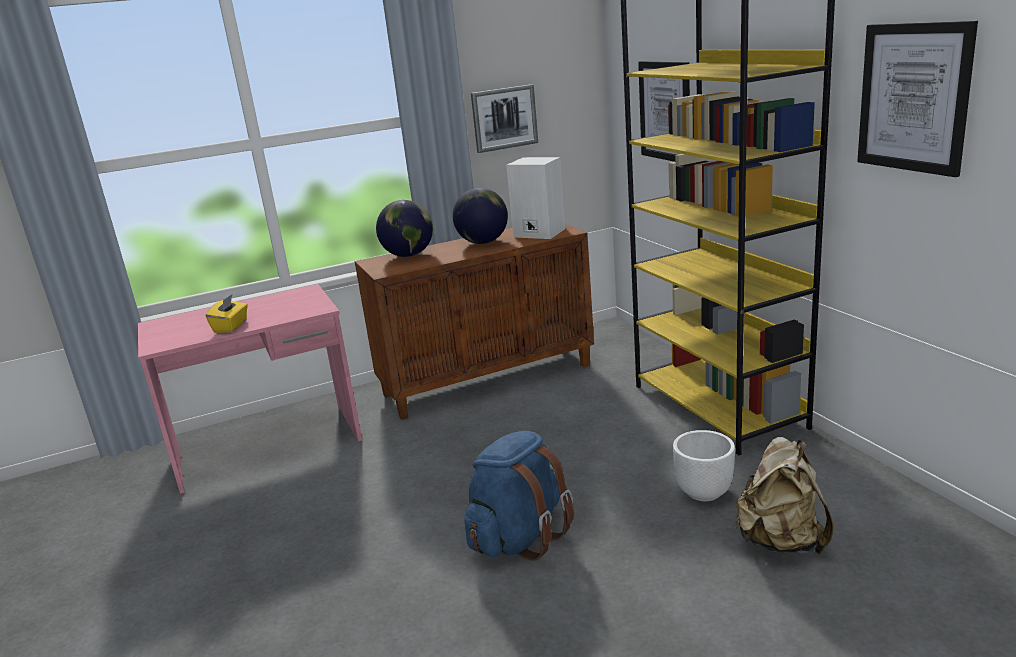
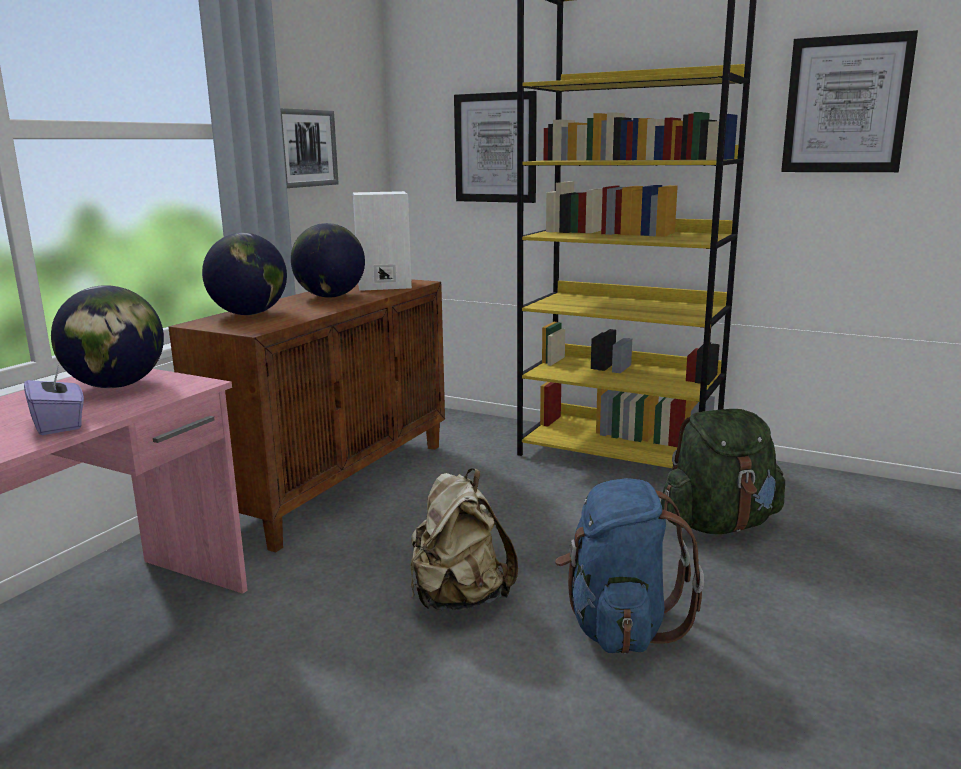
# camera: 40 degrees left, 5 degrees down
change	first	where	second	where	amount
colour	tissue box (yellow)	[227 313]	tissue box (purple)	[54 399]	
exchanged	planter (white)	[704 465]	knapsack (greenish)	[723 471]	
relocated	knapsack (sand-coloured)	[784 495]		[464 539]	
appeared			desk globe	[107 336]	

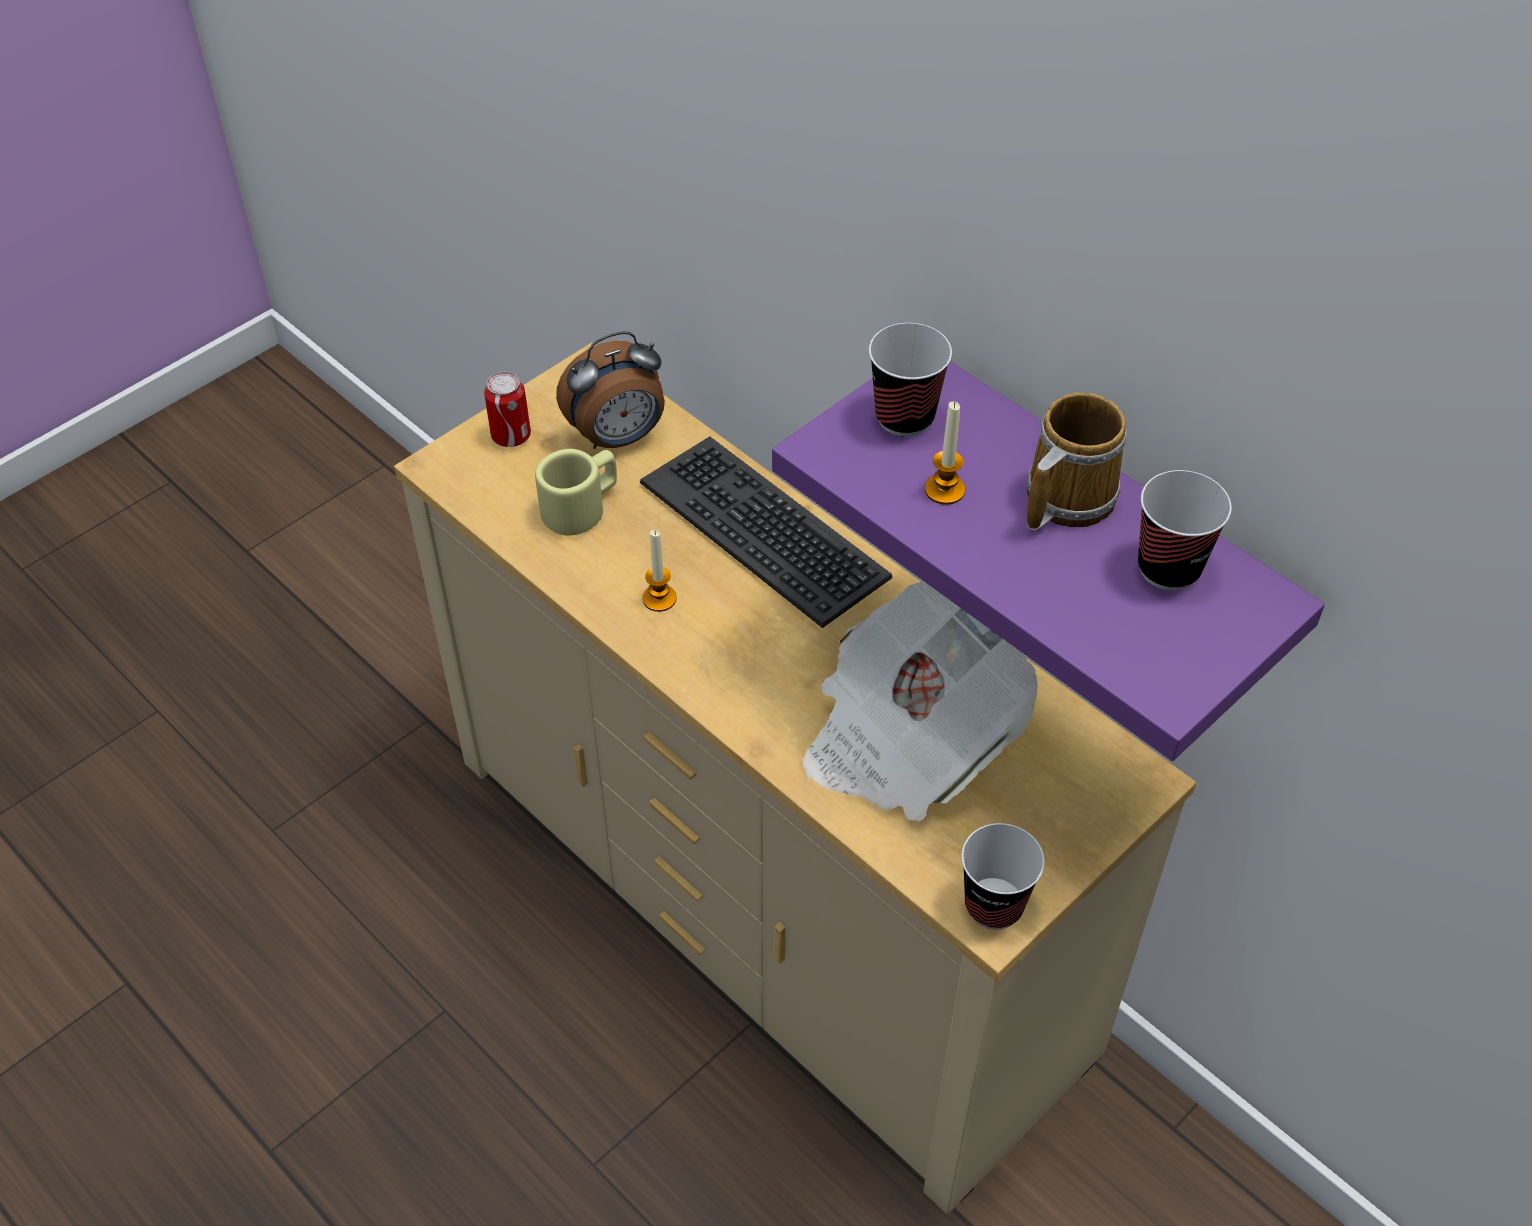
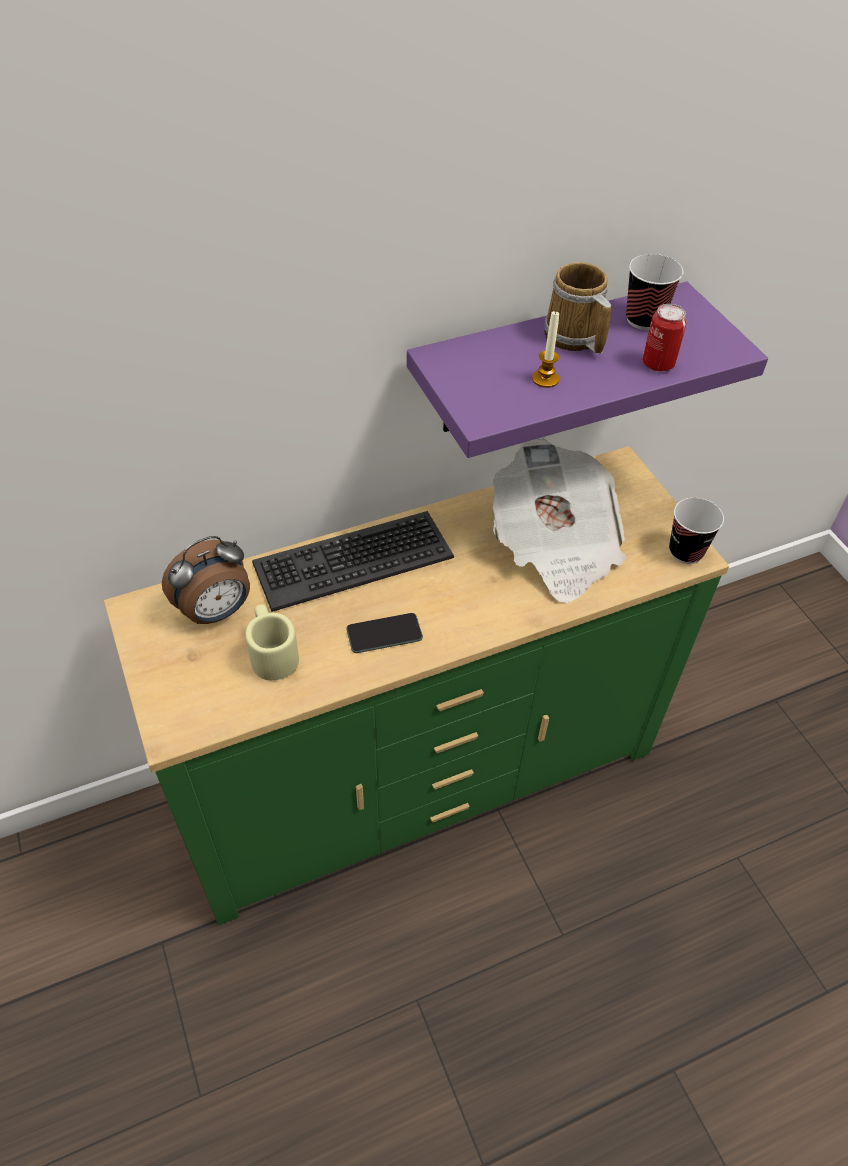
# camera: 70 degrees left, 0 degrees up
change	first	where	second	where	amount
missing	drinking cup	[910 380]			
spun	table clock	[610 390]		[206 580]	60 degrees clockwise
colour	drawer chest (sand-coloured)	[795 778]	drawer chest (greenish)	[416 685]	
relocated	sealed can	[507 409]		[664 338]	
exchanged	candle	[659 571]	phone	[384 633]	

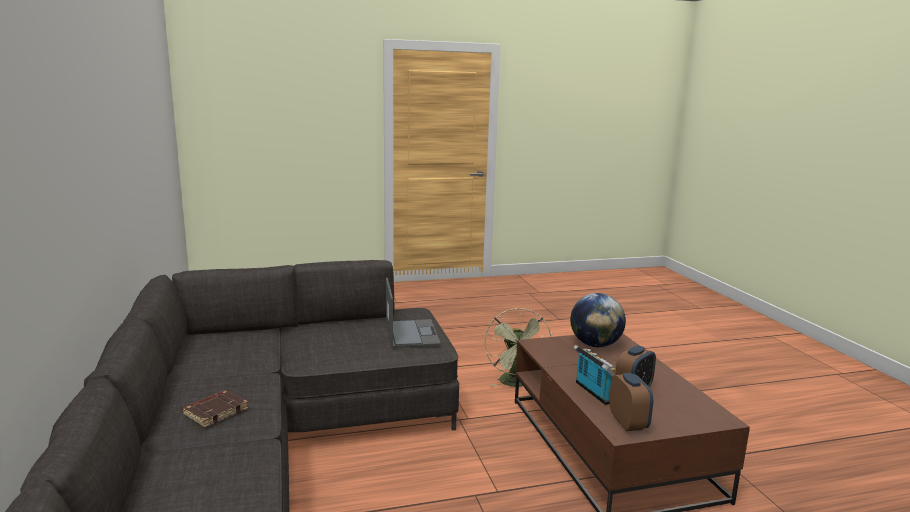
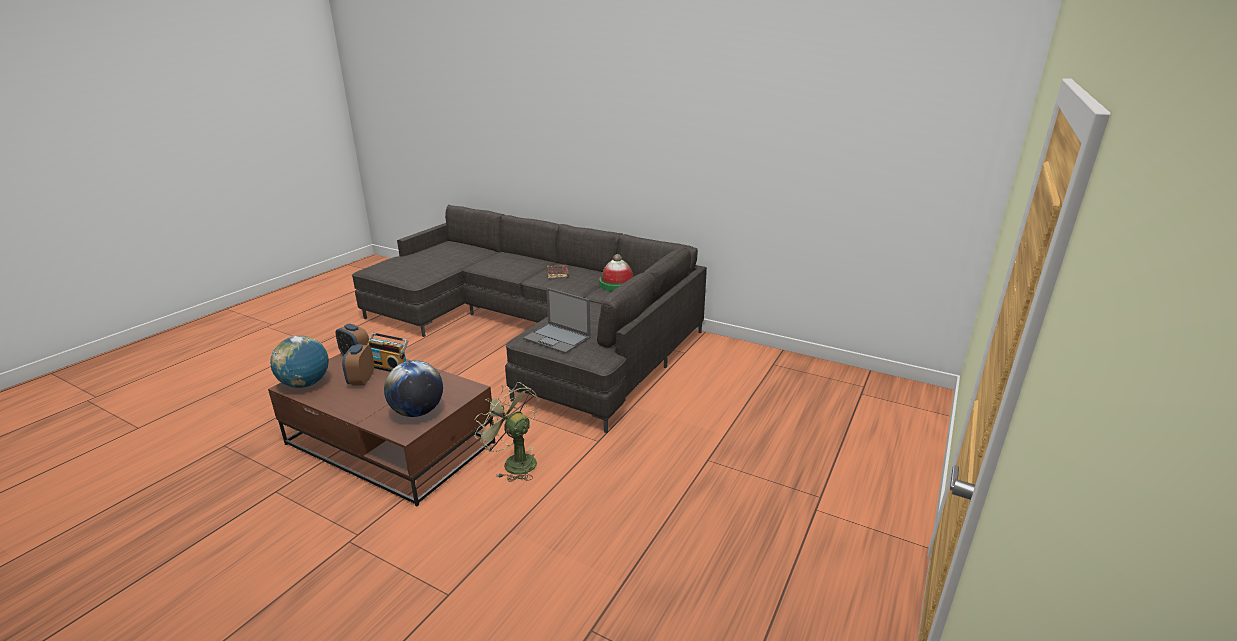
# camera: 135 degrees right, 10 degrees up
change	first	where	second	where	amount
appeared			hat	[617 272]	
appeared			desk globe	[299 362]	

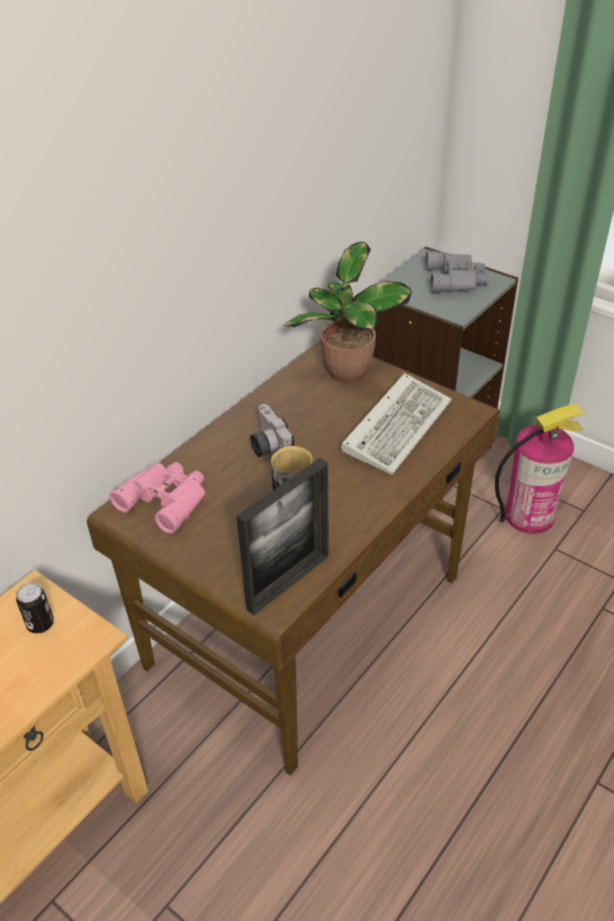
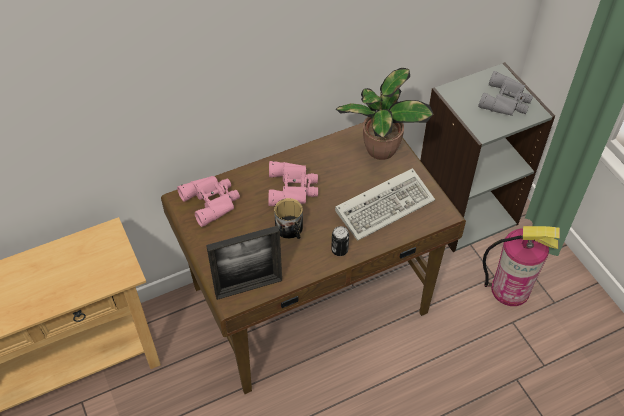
# camera: 25 degrees right, 10 degrees up
change	first	where	second	where	amount
exchanged	still camera	[272 430]	binoculars (pink-coloured)	[293 183]	
relocated	sealed can	[35 608]		[340 241]	

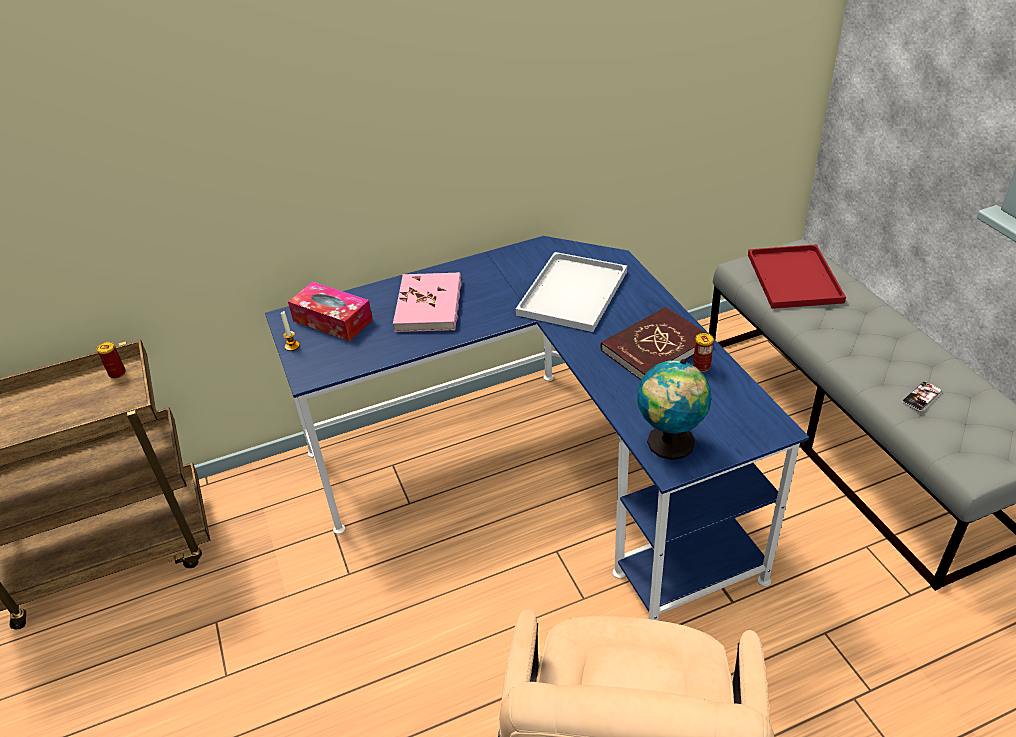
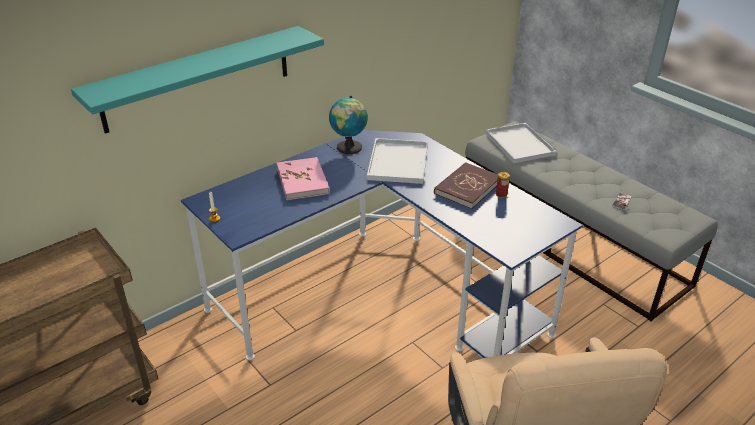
# camera: 20 degrees left, 5 degrees down
change	first	where	second	where	amount
colour	tray (reddish)	[797 276]	tray (white)	[520 143]	
missing	tissue box	[330 311]			
missing	sealed can	[111 360]			
relocated	desk globe	[674 409]		[348 125]	
appeared			bracket shelf (blue-green)	[197 80]	

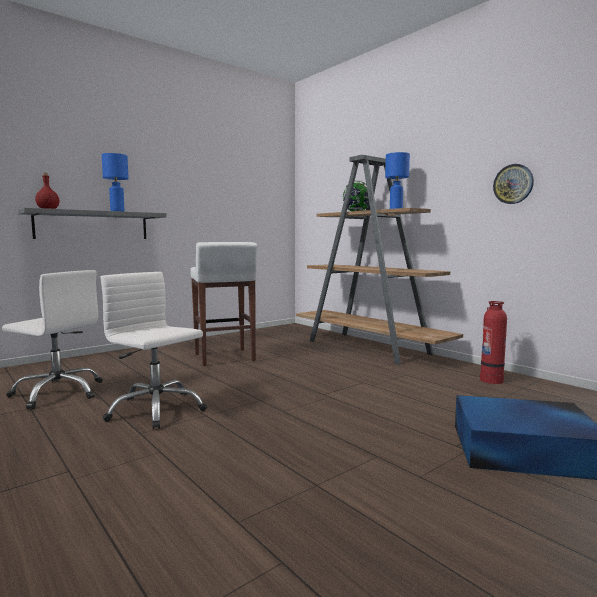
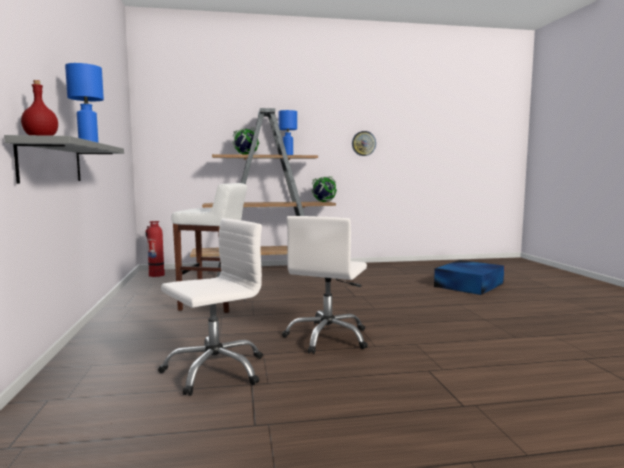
# camera: 60 degrees left, 0 degrees up
change	first	where	second	where	amount
spun	desk chair (white)	[153 351]		[325 285]	45 degrees counterclockwise
relocated	fire-fighting cylinder	[493 342]		[155 249]	
appeared			desk globe	[324 189]	

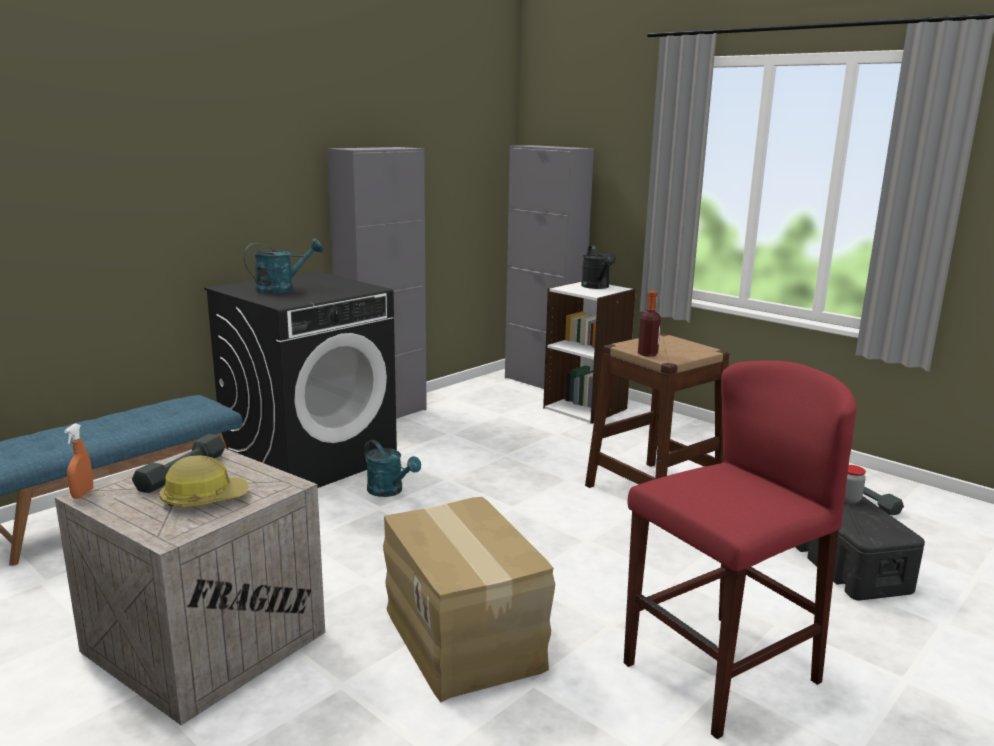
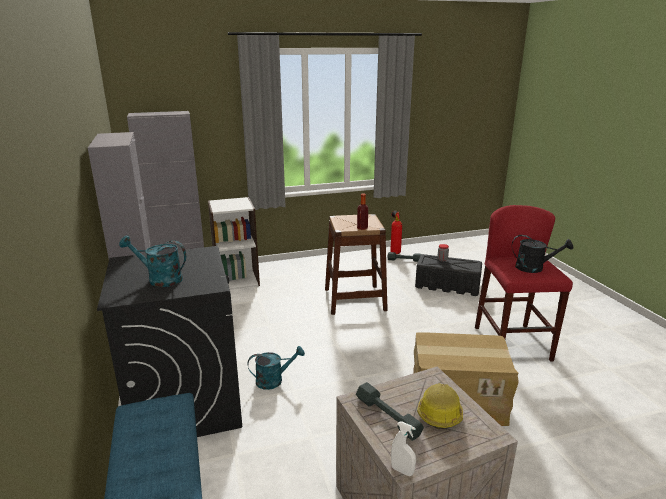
# camera: 60 degrees left, 5 degrees up
change	first	where	second	where	amount
spun	sprinkling can (blue-green)	[283 266]		[152 261]	75 degrees counterclockwise
relocated	sprinkling can (black)	[598 267]		[542 254]	
colour	spray bottle (orange)	[78 461]	spray bottle (white)	[403 448]	
appeared			fire-fighting cylinder	[396 232]	

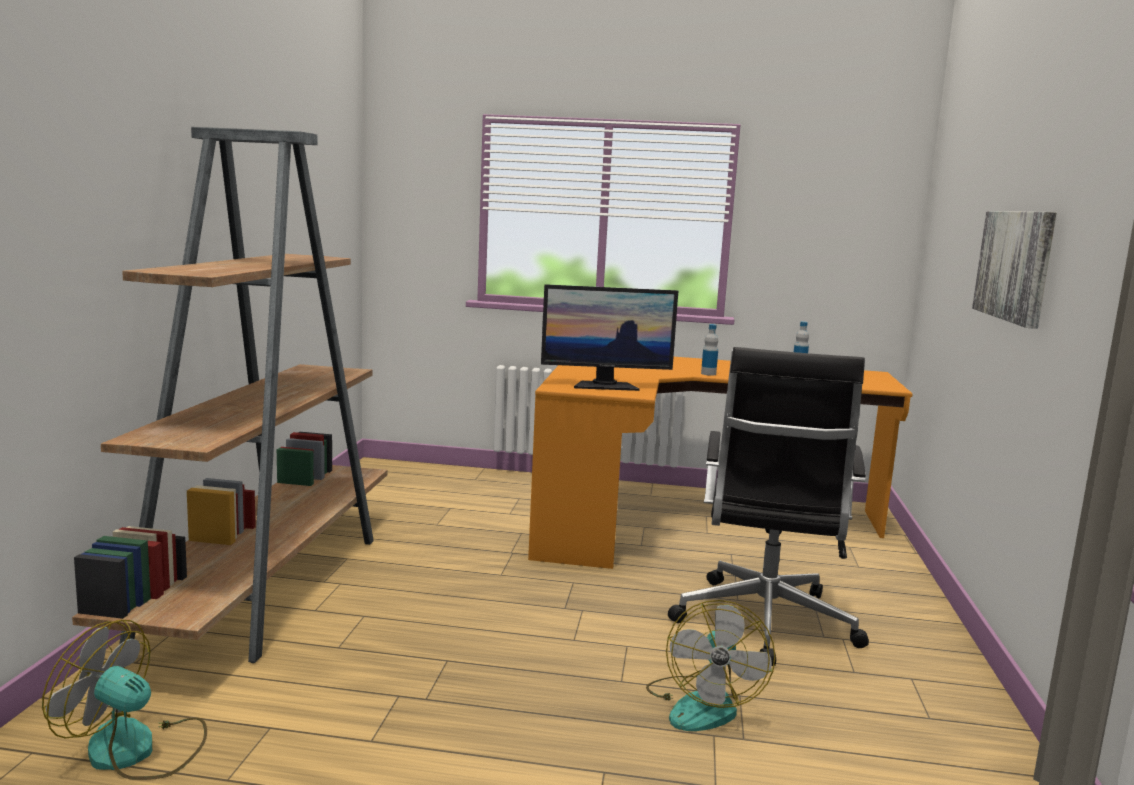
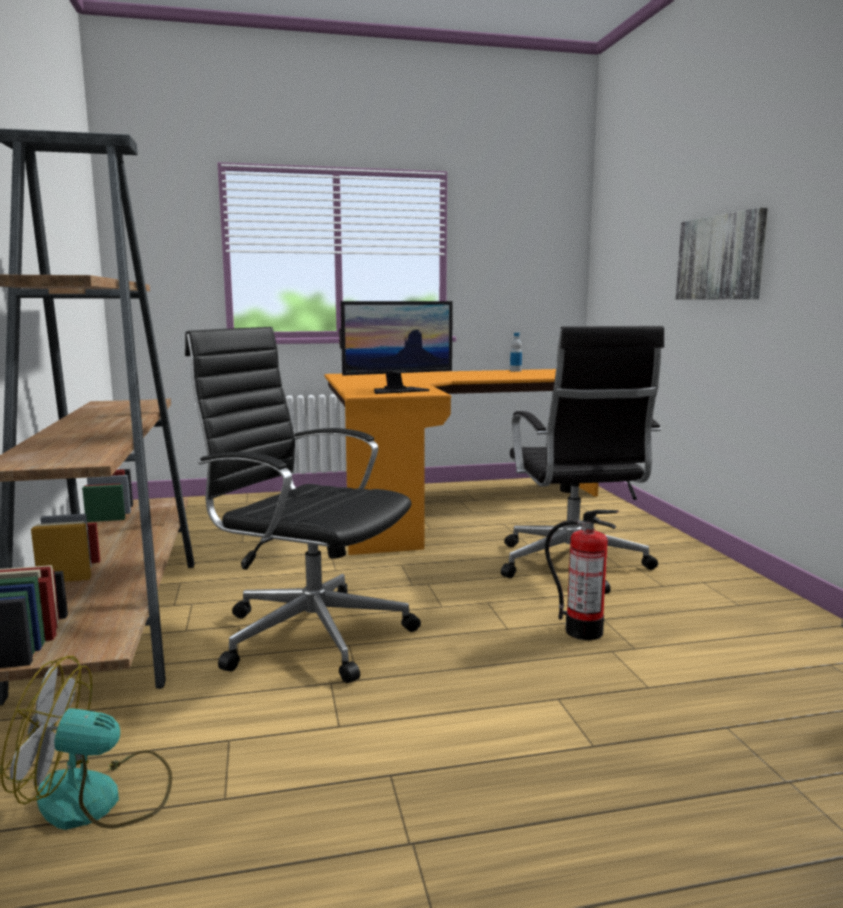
# camera: 20 degrees left, 0 degrees up
change	first	where	second	where	amount
missing	beverage bottle	[709 350]			
exchanged	fan	[711 665]	fire-fighting cylinder	[582 575]	
appeared			desk chair (black)	[303 505]	

